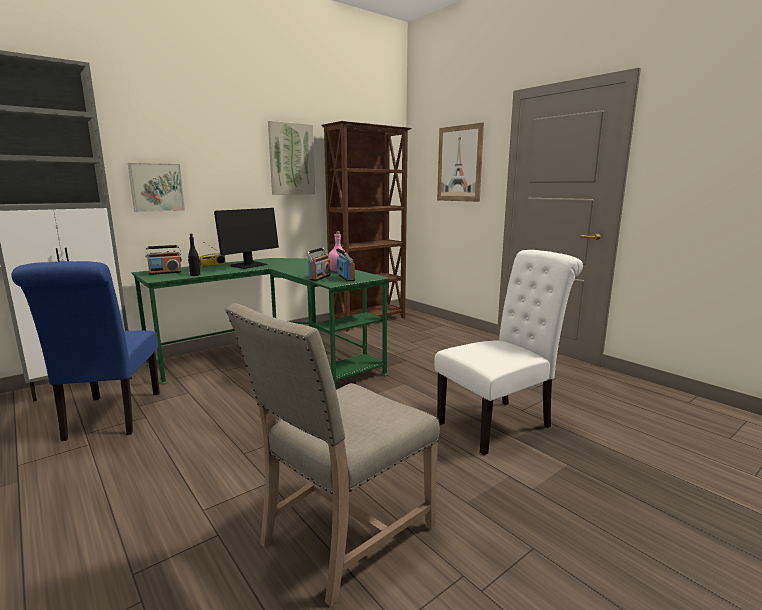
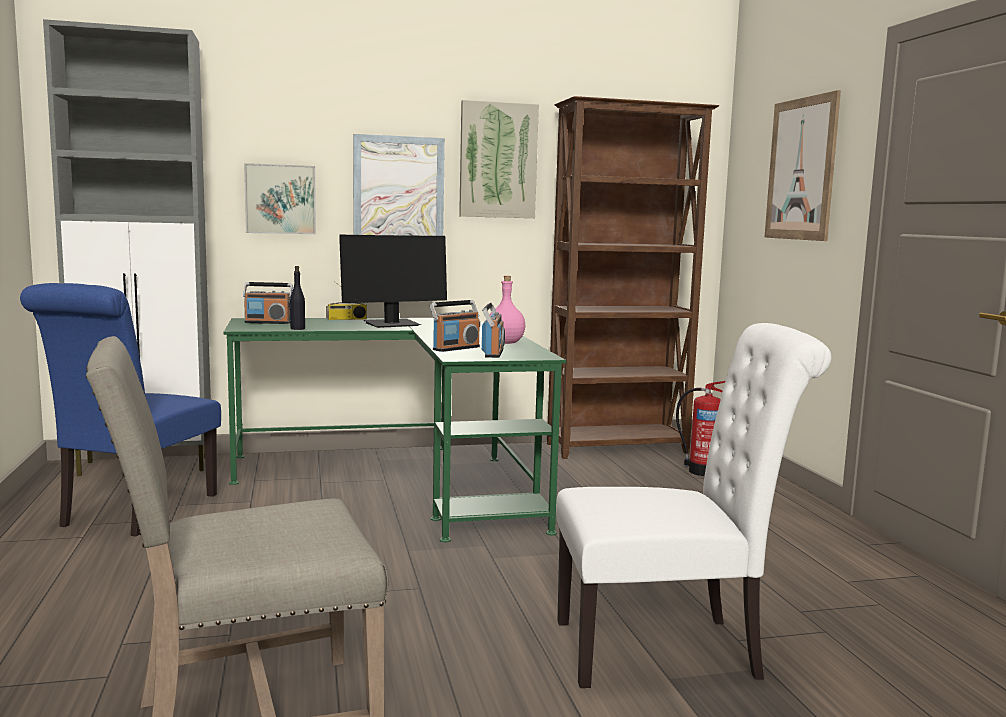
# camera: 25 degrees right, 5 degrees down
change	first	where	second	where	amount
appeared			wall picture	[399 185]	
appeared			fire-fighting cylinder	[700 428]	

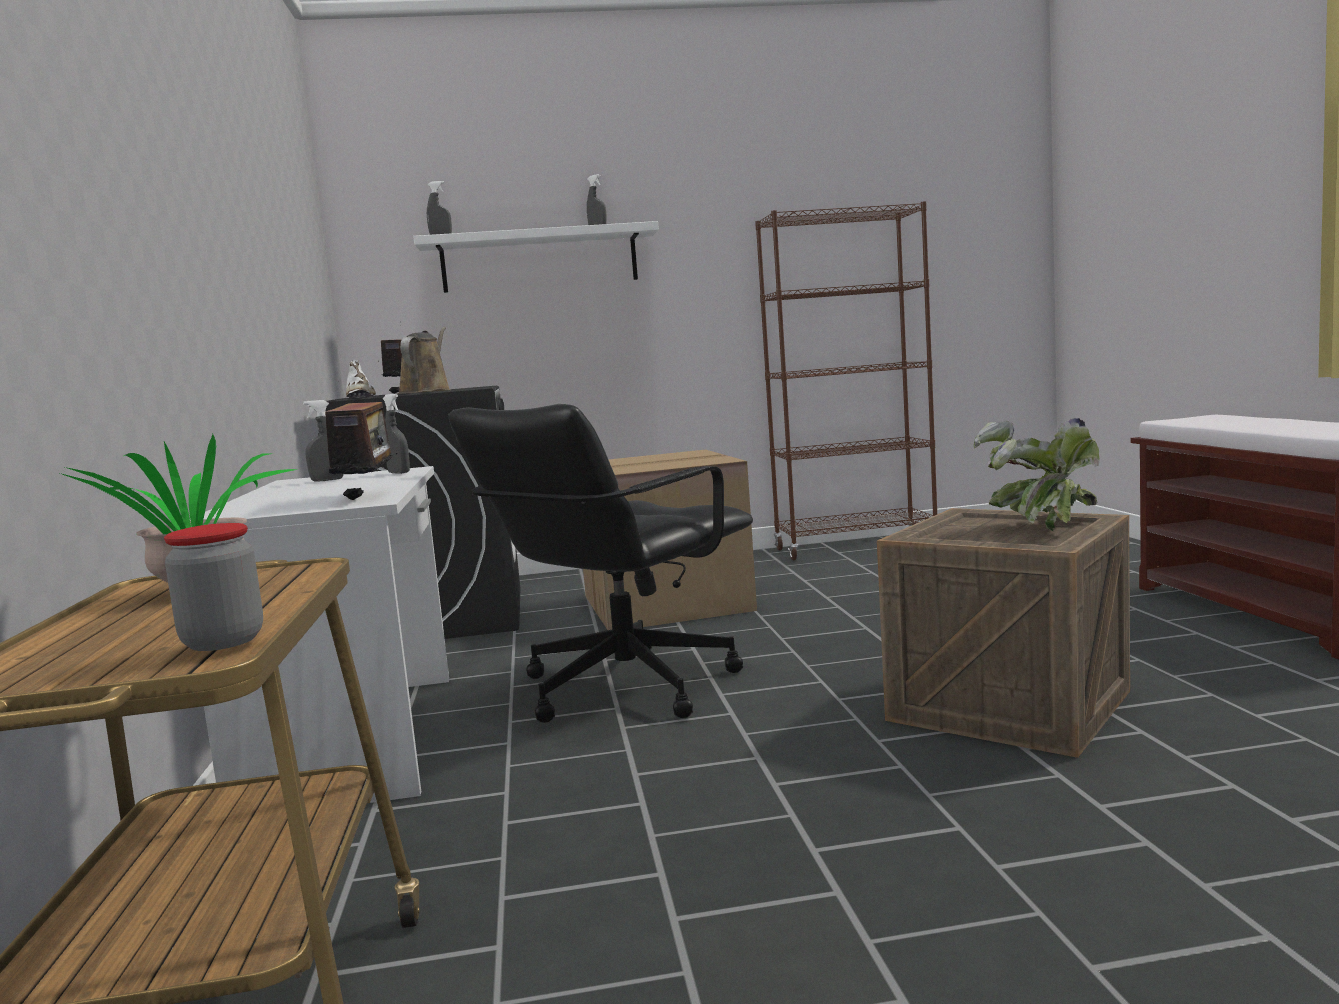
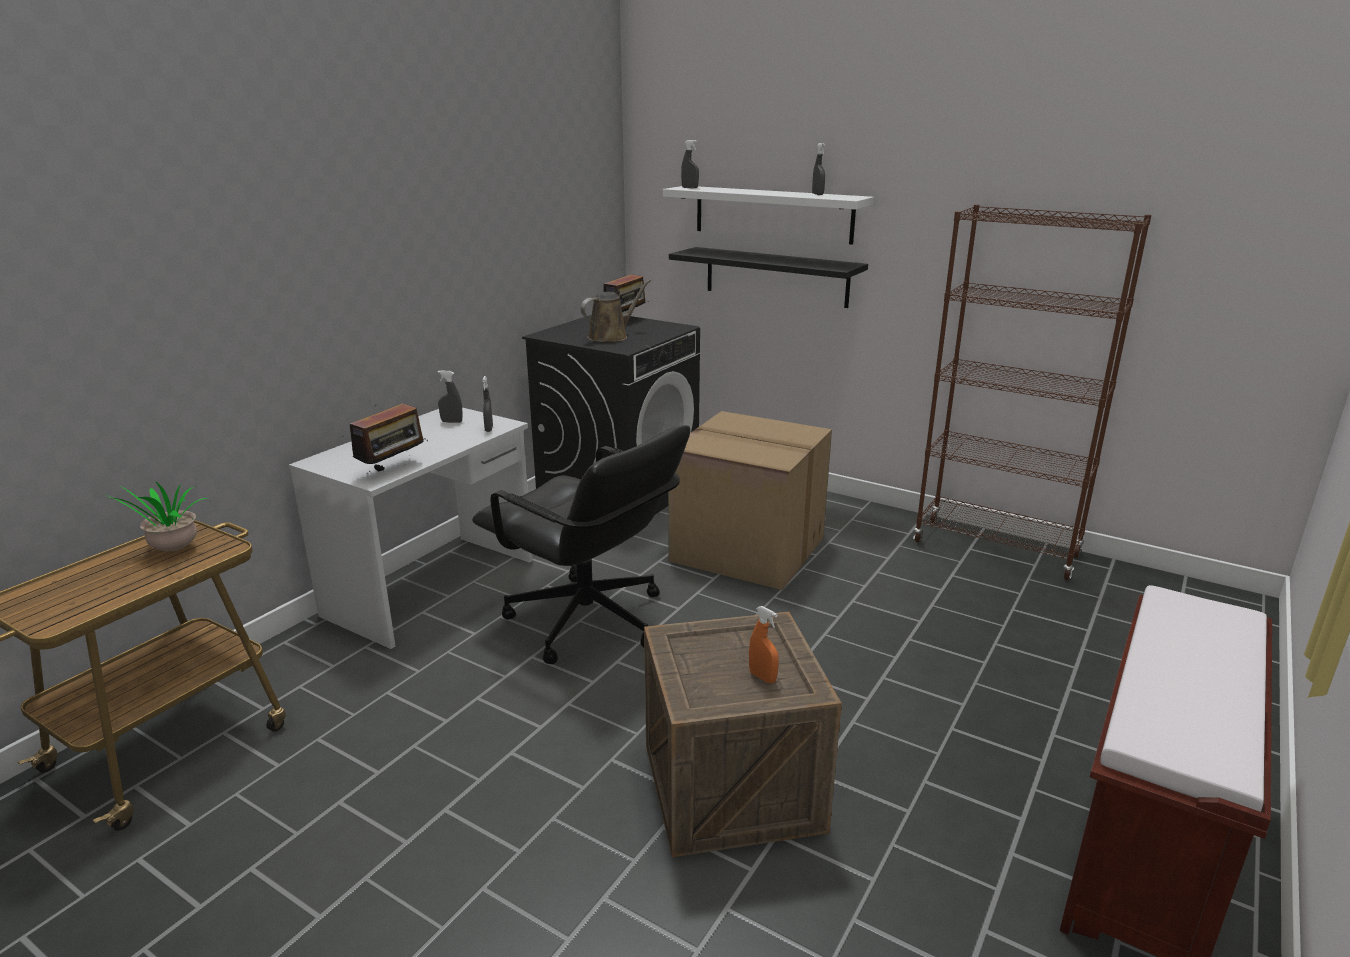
# camera: 40 degrees right, 15 degrees up
change	first	where	second	where	amount
missing	item of footwear (white)	[361 379]			
spun	desk chair (black)	[601 563]		[581 544]	135 degrees counterclockwise
exchanged	houseplant	[1036 474]	spray bottle (orange)	[764 644]	
missing	jar	[213 587]			
appeared			bracket shelf (black)	[768 277]	

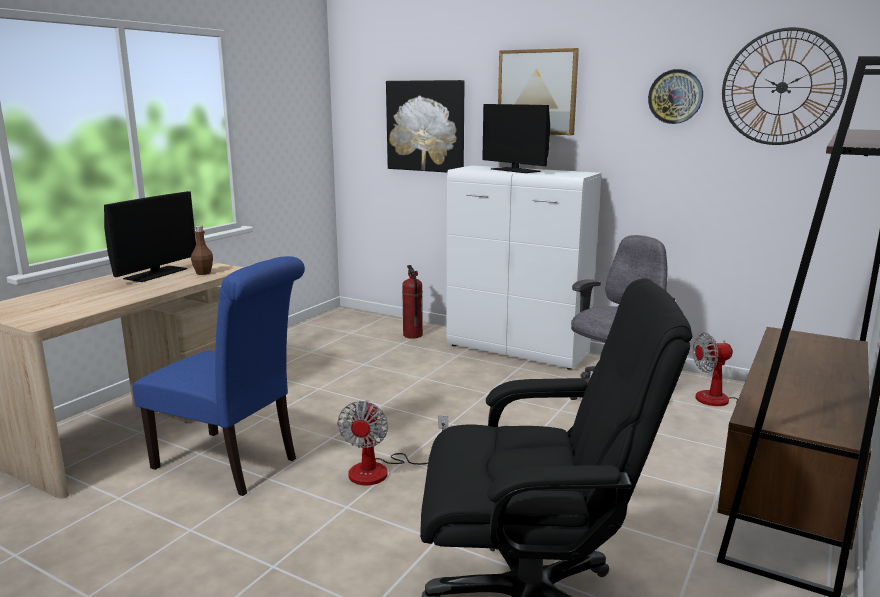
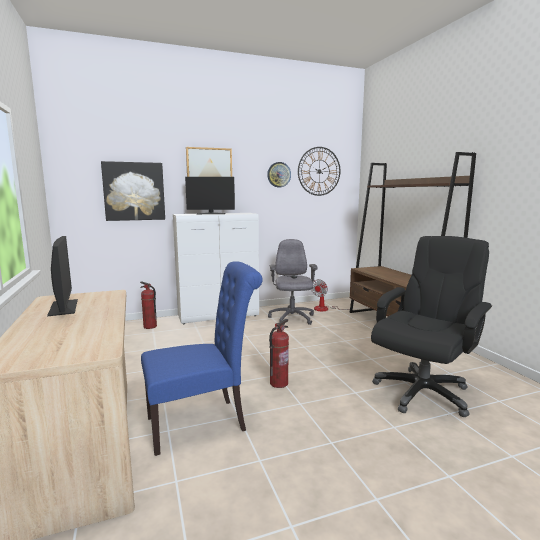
# camera: 50 degrees left, 5 degrees down
change	first	where	second	where	amount
missing	beverage bottle (brownish)	[202 250]			
exchanged	fan	[392 442]	fire-fighting cylinder	[279 353]	

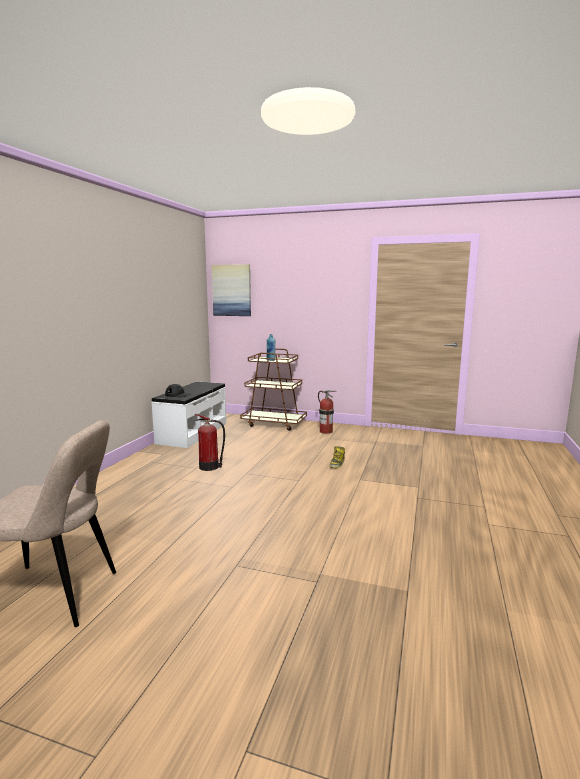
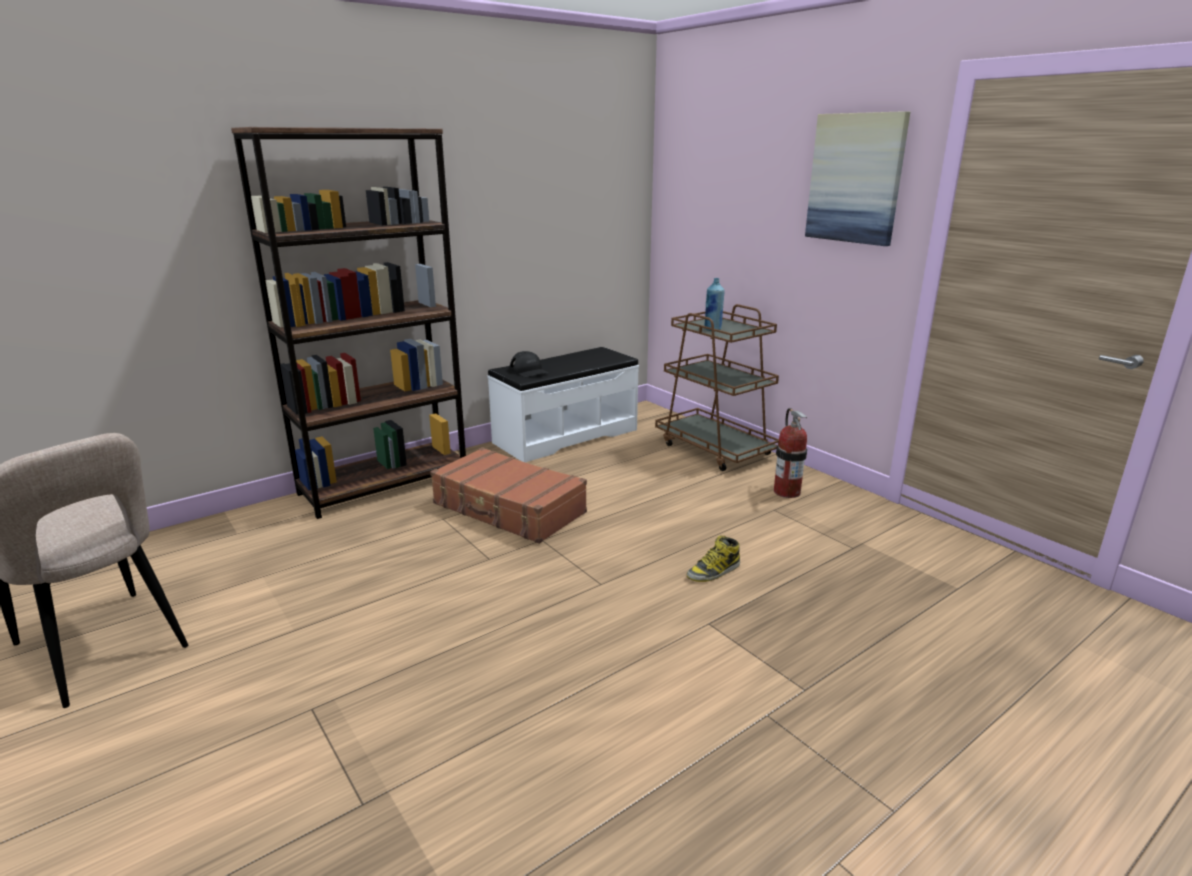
# camera: 35 degrees right, 10 degrees up
change	first	where	second	where	amount
relocated	wall picture	[231 290]		[857 178]	
exchanged	fire-fighting cylinder	[210 442]	suitcase (brownish)	[508 495]	
appeared			shelving unit (brownish)	[348 323]	

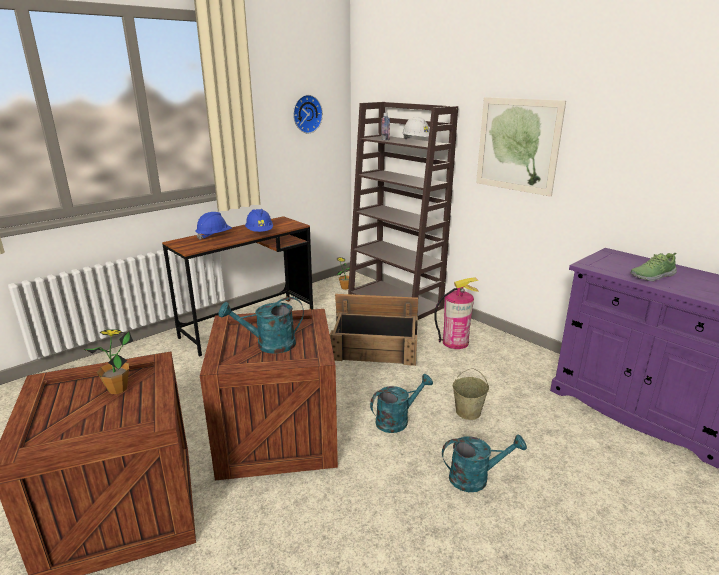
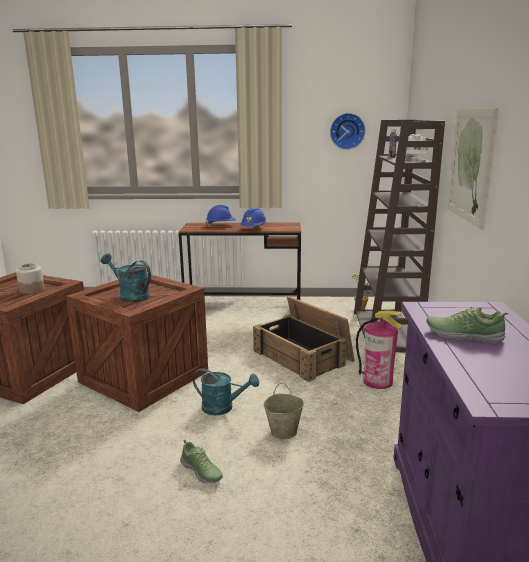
# camera: 45 degrees right, 5 degrees down
change	first	where	second	where	amount
exchanged	houseplant	[109 362]	jar	[30 278]	
exchanged	sprinkling can (blue-green)	[484 463]	item of footwear	[201 461]	

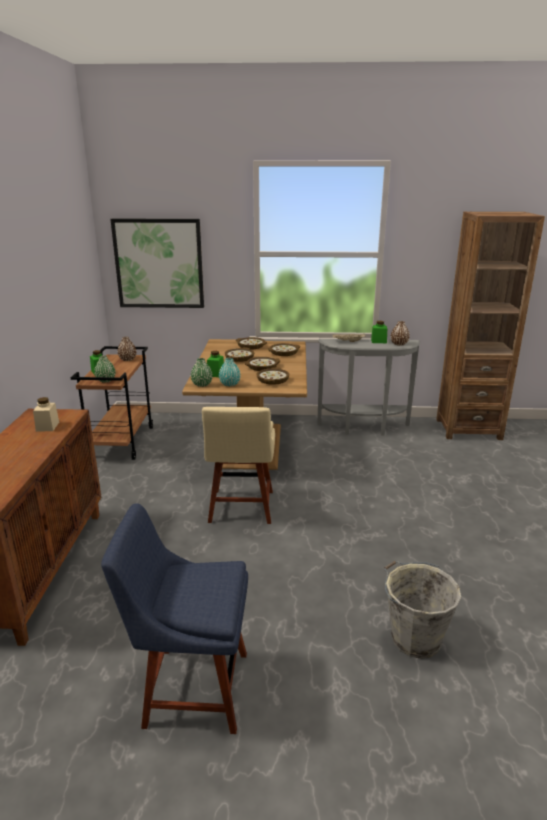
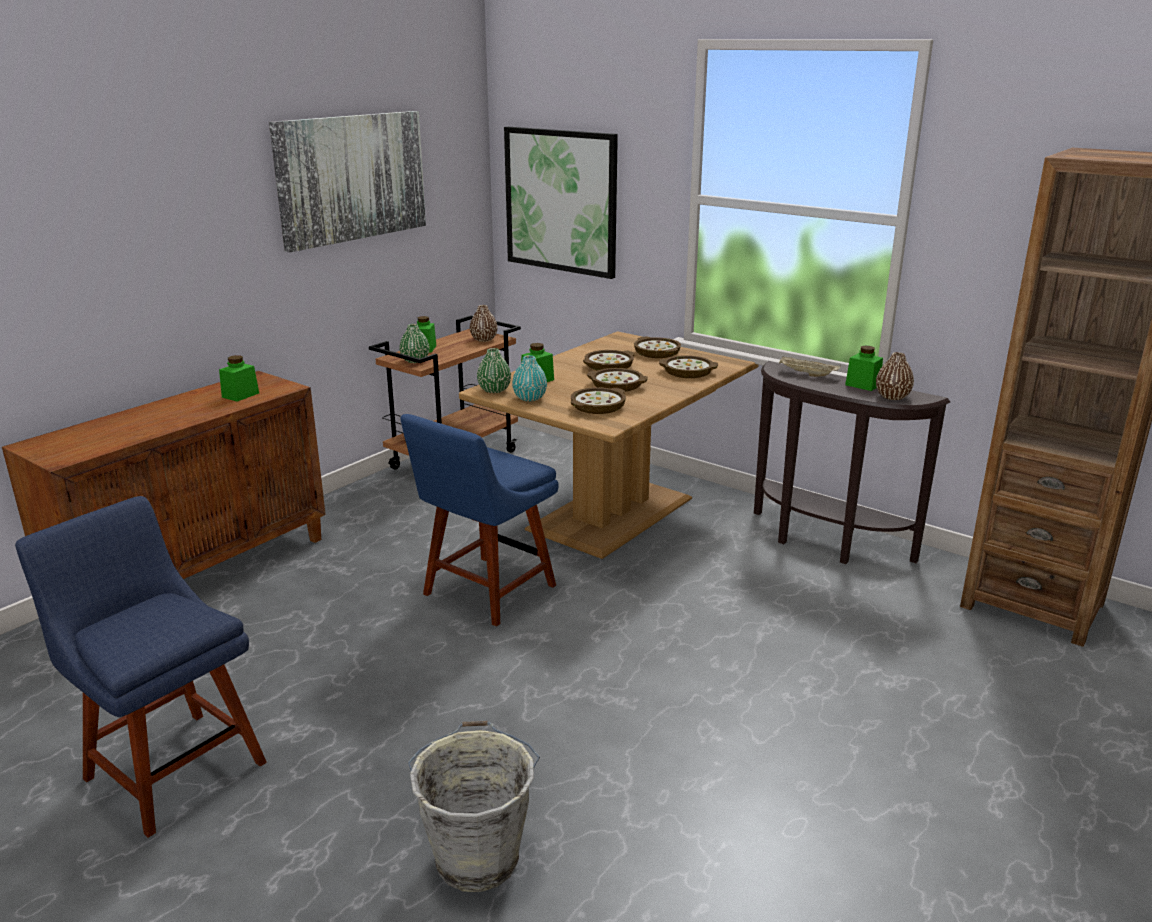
# camera: 35 degrees right, 0 degrees up
change	first	where	second	where	amount
colour	console table (grey)	[369 387]	console table (brownish)	[852 462]	
colour	jar (sand-coloured)	[46 414]	jar (greenish)	[239 378]	
colour	plain chair (sand-coloured)	[238 465]	plain chair (blue)	[479 520]	
appeared			wall picture	[347 182]	

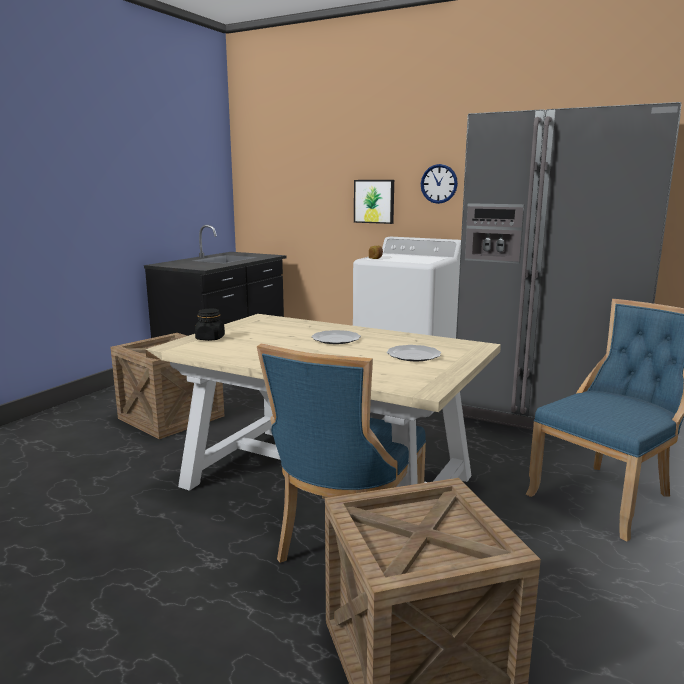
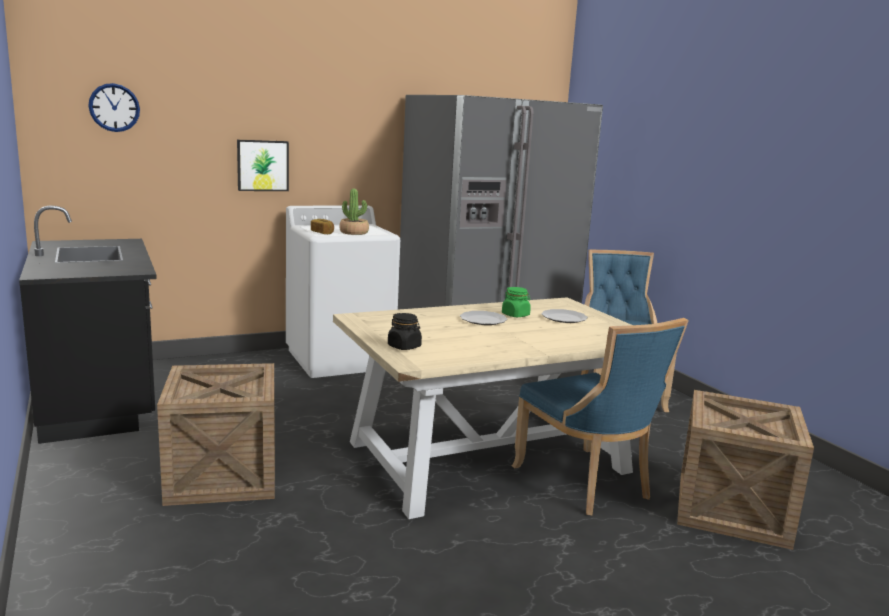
# camera: 55 degrees left, 0 degrees up
change	first	where	second	where	amount
relocated	hanging clock	[439 184]		[114 107]	
appeared			houseplant	[354 212]	
appeared			jar (greenish)	[516 302]	

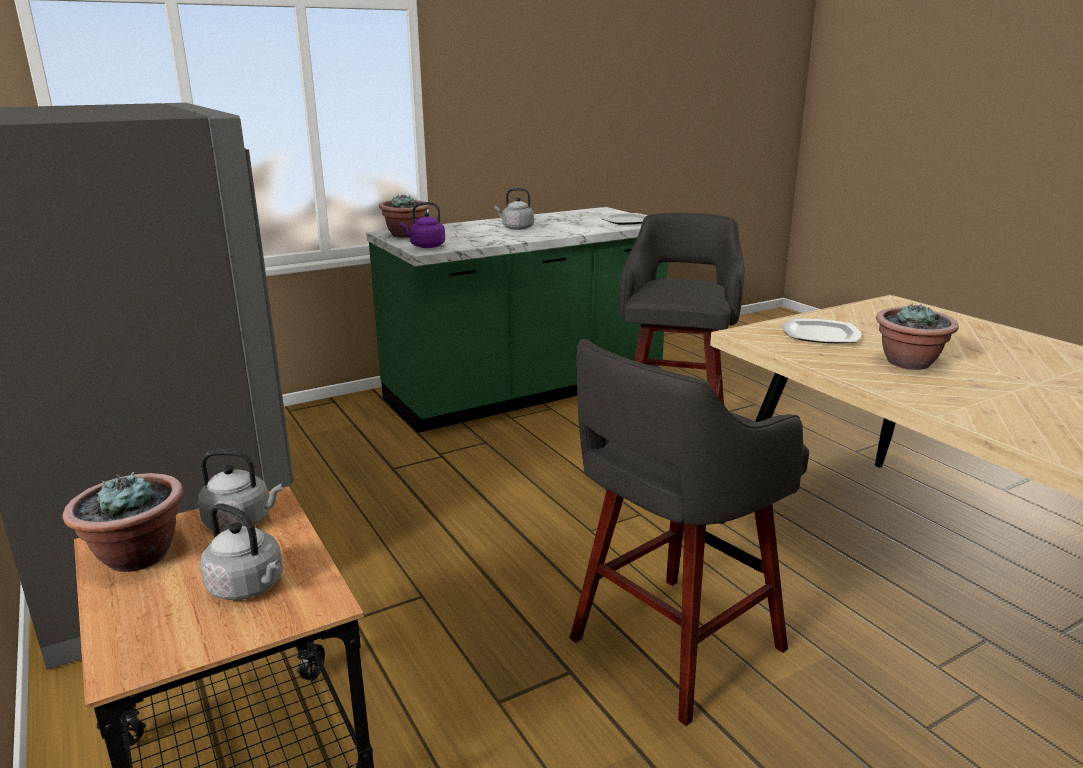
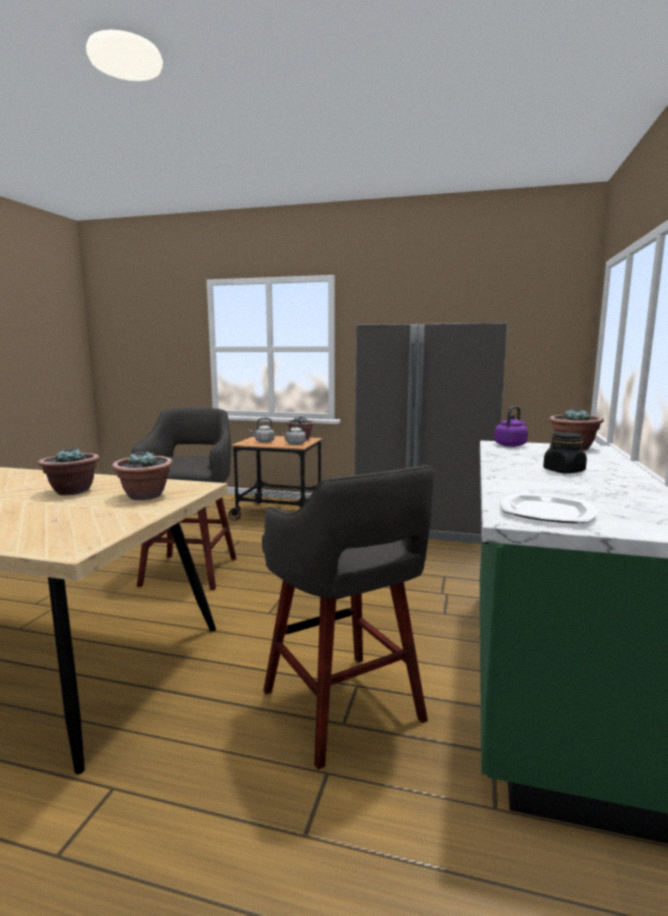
# camera: 135 degrees right, 10 degrees down
change	first	where	second	where	amount
exchanged	kettle (grey)	[514 209]	jar (black)	[565 453]	
exchanged	plate	[821 331]	houseplant	[142 475]	

